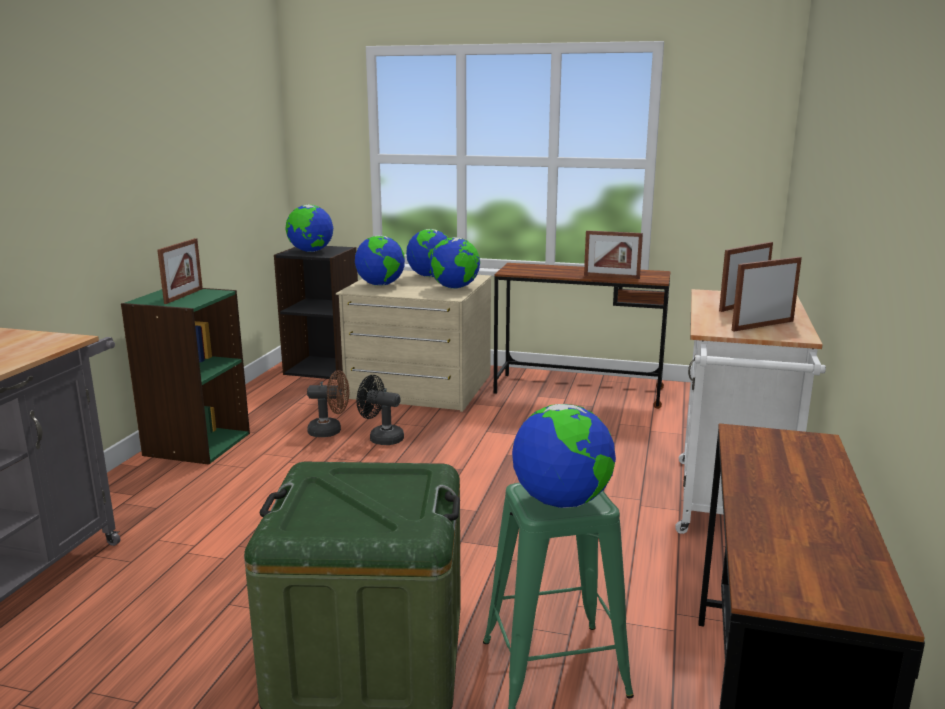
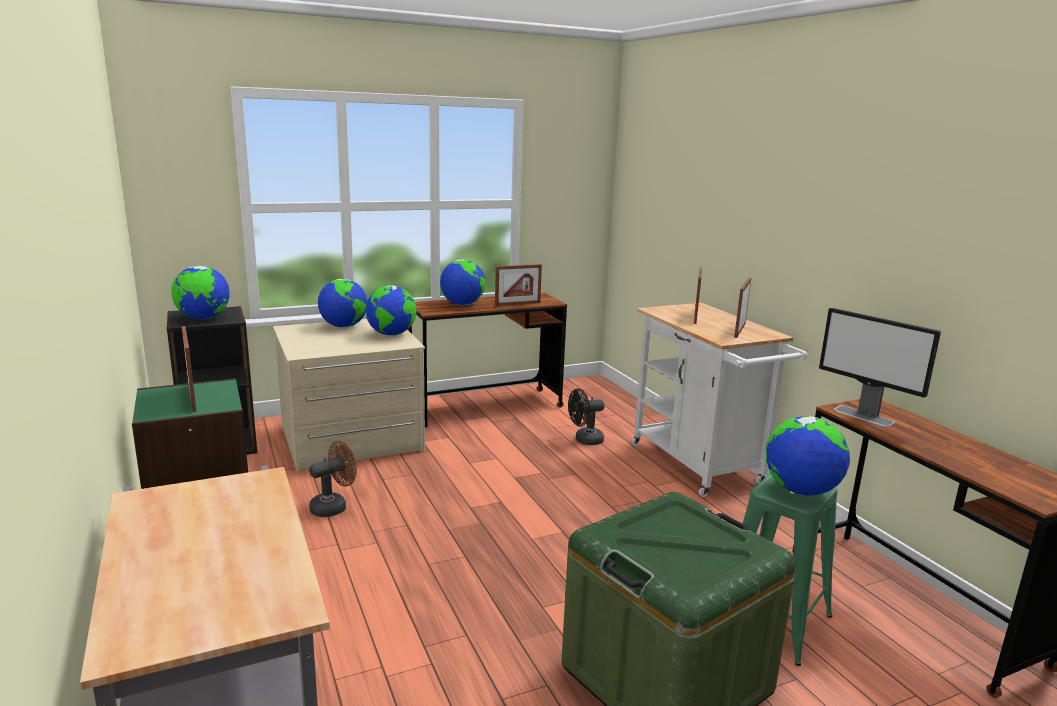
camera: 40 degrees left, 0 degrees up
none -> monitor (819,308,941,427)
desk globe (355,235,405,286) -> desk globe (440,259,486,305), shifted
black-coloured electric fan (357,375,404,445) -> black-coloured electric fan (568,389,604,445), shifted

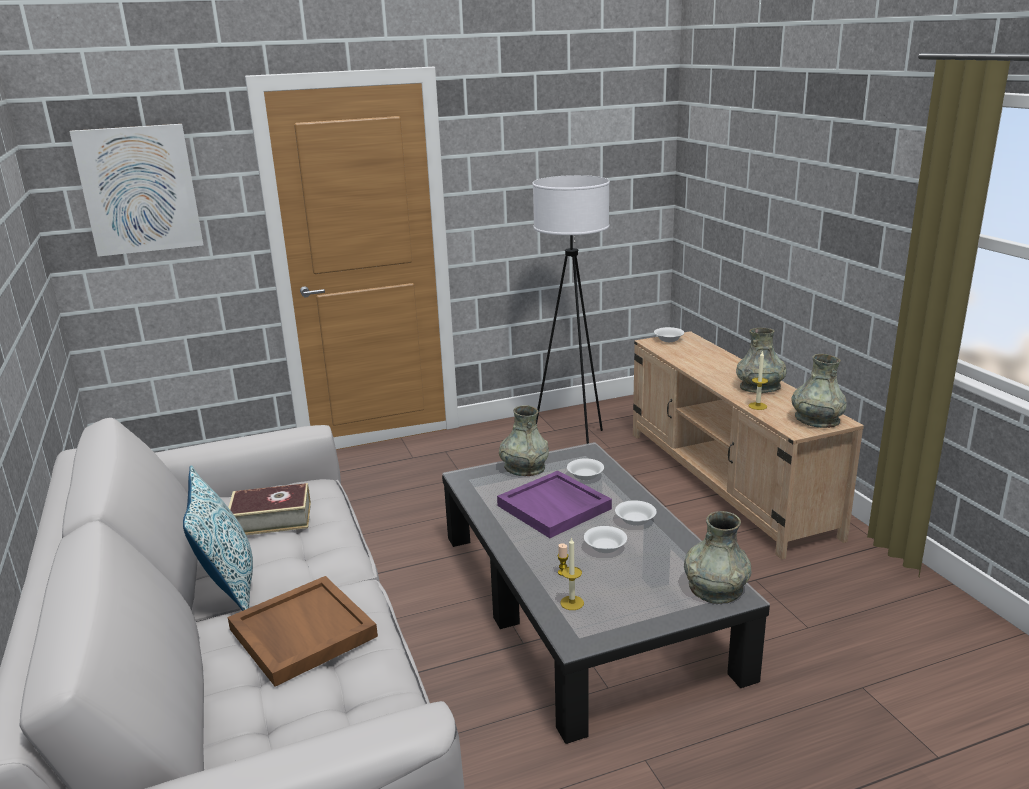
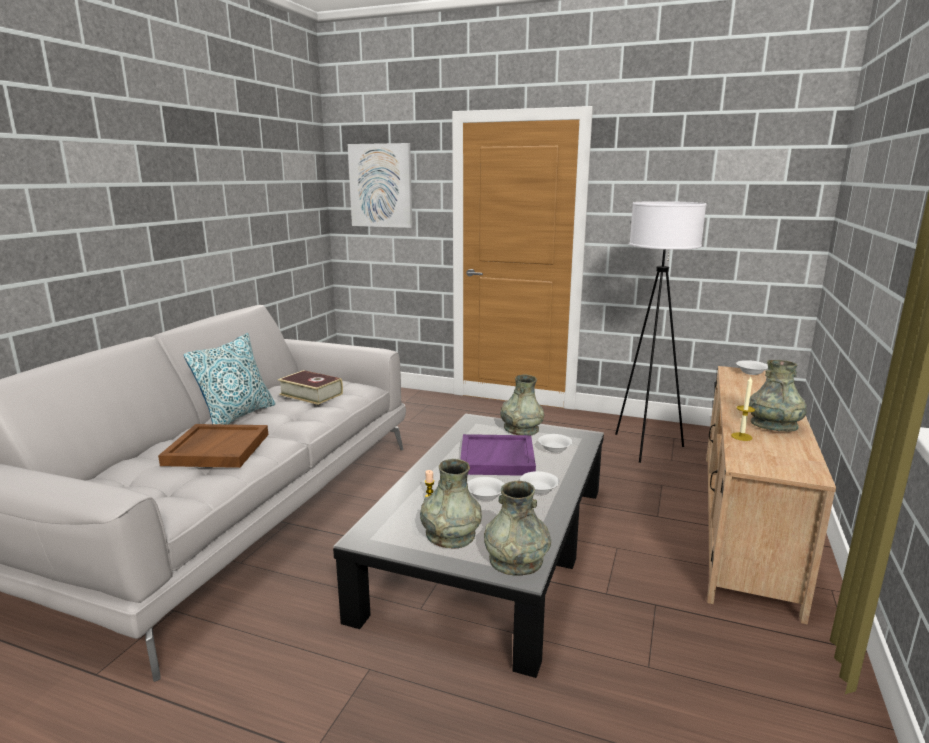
camera: 40 degrees right, 5 degrees down
wax light (560,537,584,610) -> none
gray vase (792,354,847,428) -> gray vase (420,459,482,549), shifted

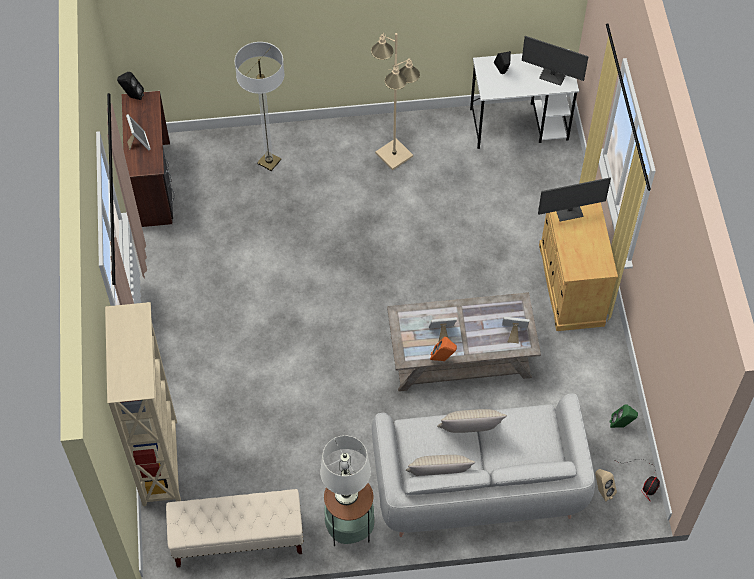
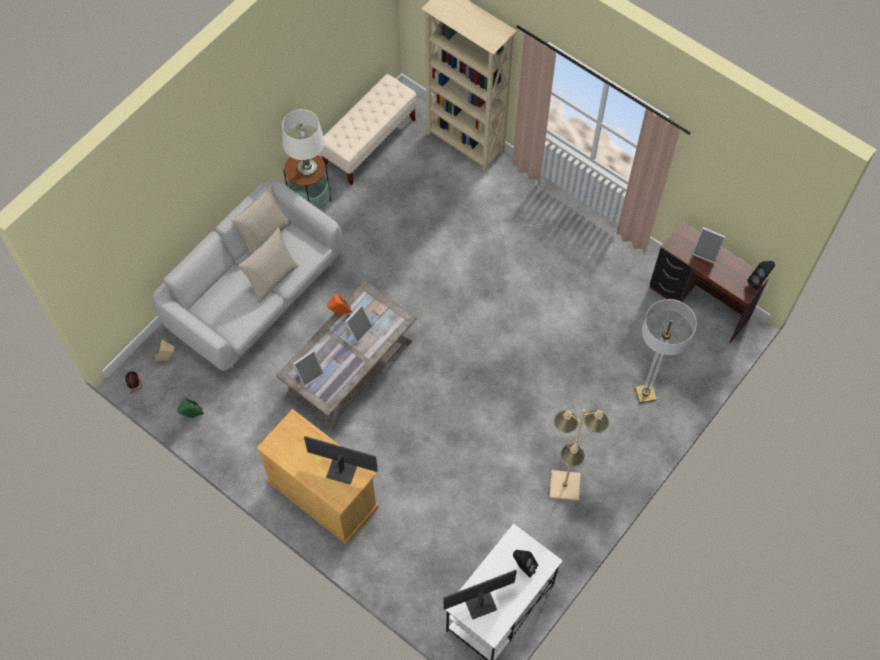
camera: 135 degrees right, 5 degrees up
monitor (538,177,611,221) -> monitor (304,436,378,485), 75 degrees clockwise

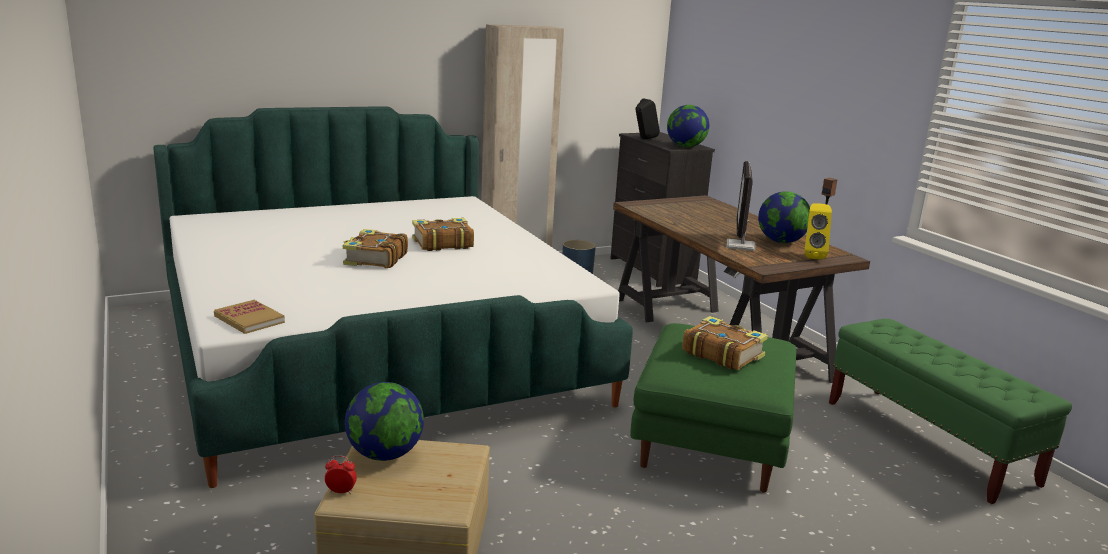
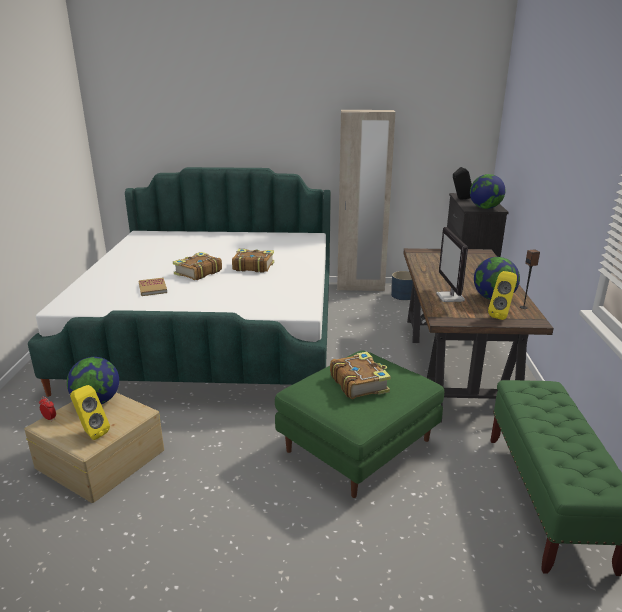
camera: 30 degrees right, 5 degrees up
none -> yellow-coloured audio speaker (70,385,110,440)
book (214,300,285,334) -> book (139,278,167,296), shifted
monitor (726,161,756,251) -> monitor (437,227,468,302), 45 degrees counterclockwise

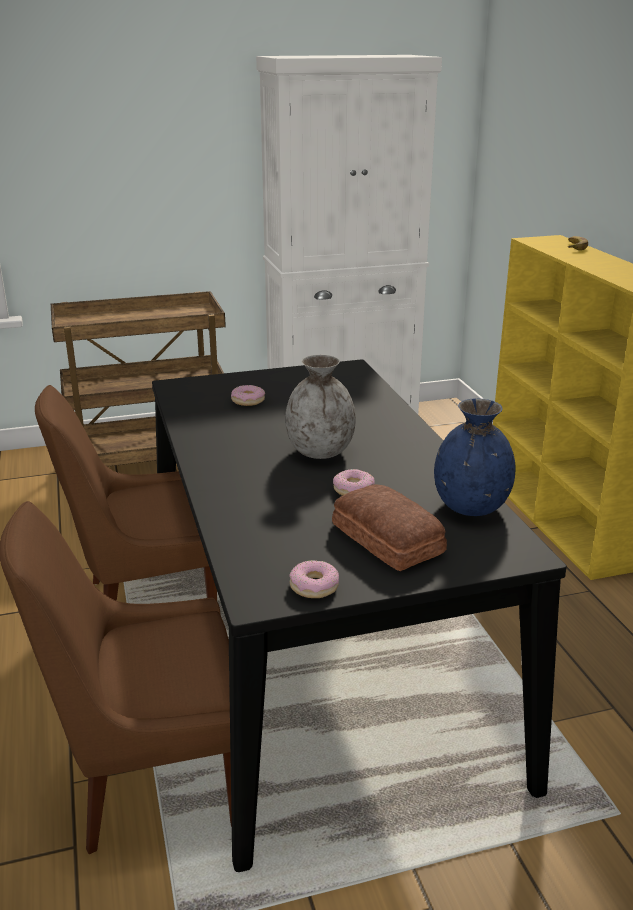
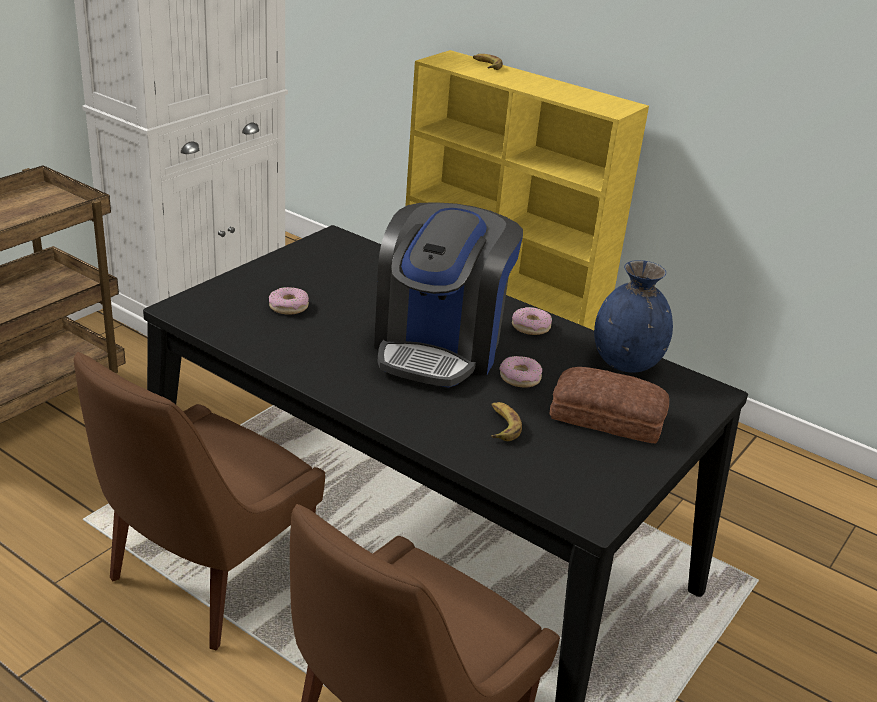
camera: 40 degrees left, 5 degrees up
none -> whole banana (491,402,522,441)
doughnut (289,560,339,598) -> doughnut (512,307,552,335), shifted
gray vase (285,355,356,459) -> coffee machine (374,202,523,388)

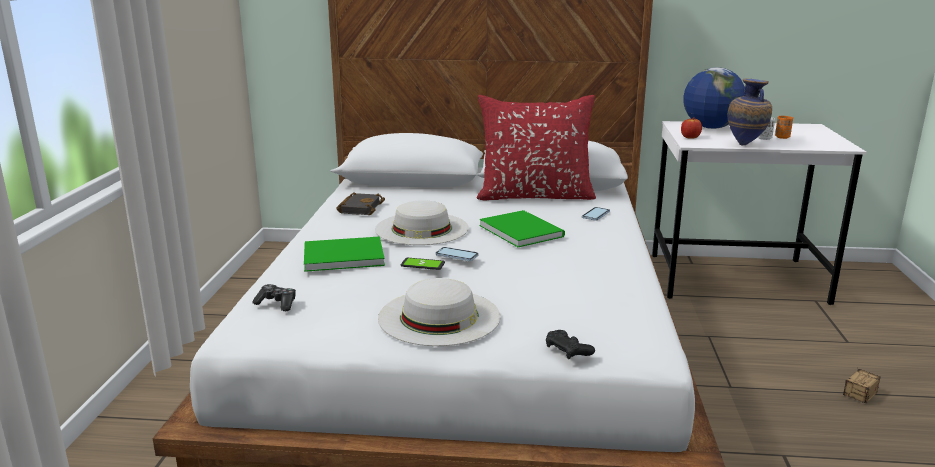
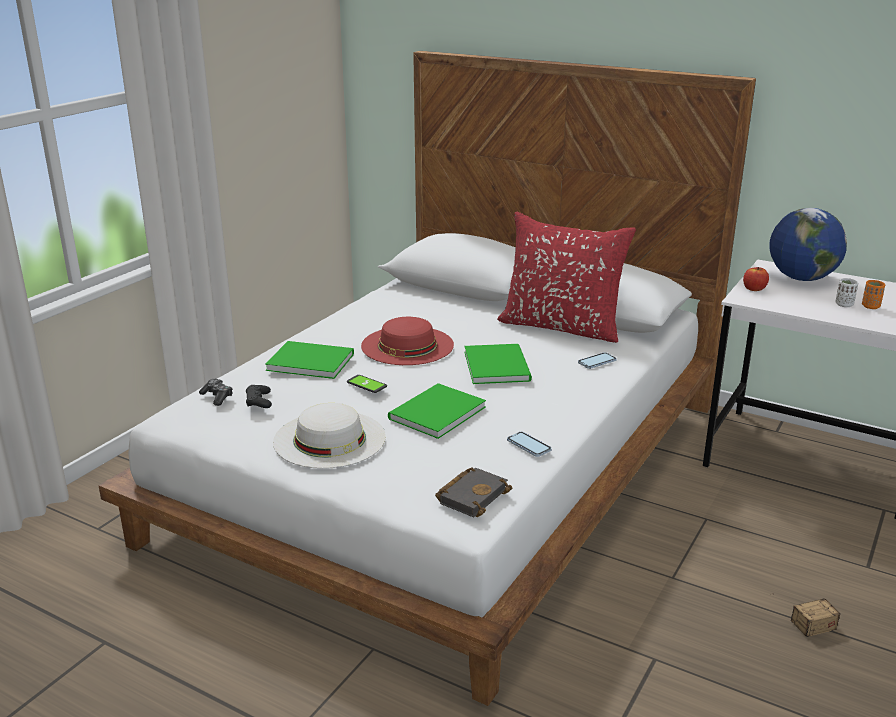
camera: 25 degrees right, 5 degrees up
vase (728,78,772,145) -> none
none -> greenish book (388,383,486,439)
black-coloured book (336,192,385,215) -> black-coloured book (435,467,512,517), shifted
telephone (436,247,479,261) -> telephone (507,432,552,457), shifted
black-coloured gamepad (546,330,595,359) -> black-coloured gamepad (246,385,272,408), shifted
whitish hat (375,200,469,245) -> red hat (361,317,454,365)

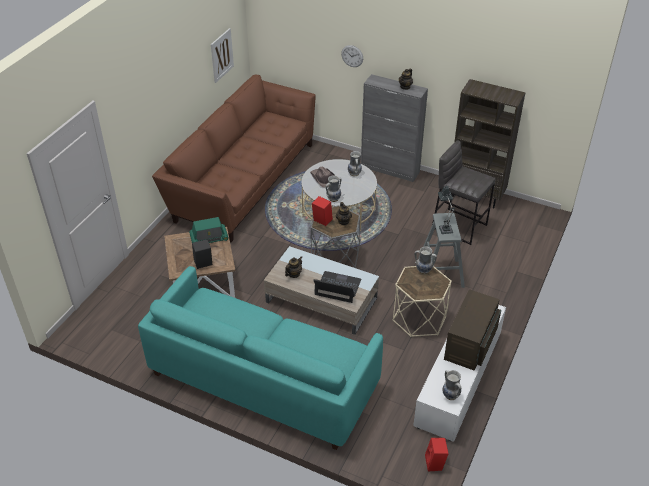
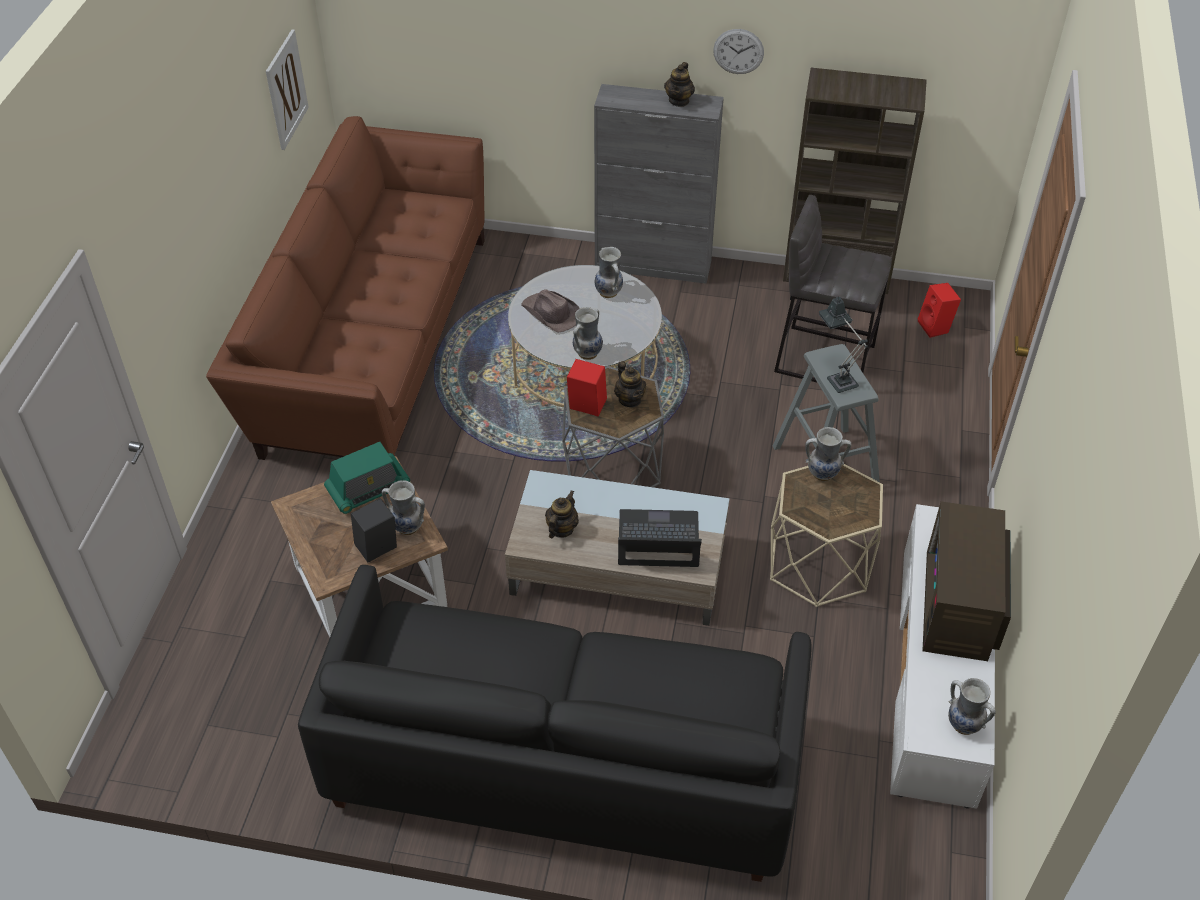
camera: 15 degrees left, 5 degrees up
none -> vase (382,480,425,535)
hanging clock (341,45,363,67) -> hanging clock (713,29,764,74), shifted
red audio speaker (425,438,449,472) -> red audio speaker (918,283,961,338), shifted
turquoise-coloured sofa (138,266,383,450) -> black-coloured sofa (298,565,812,882)

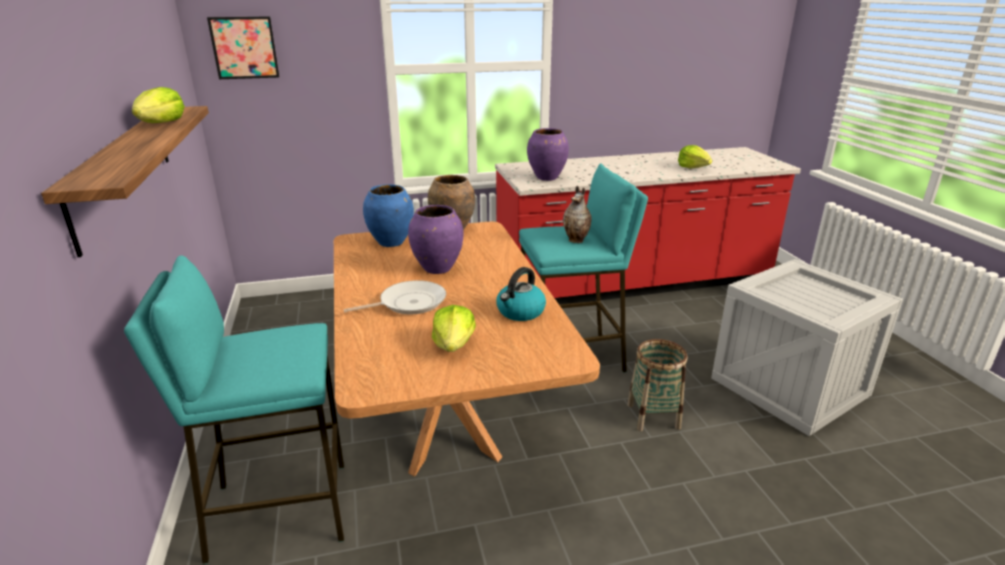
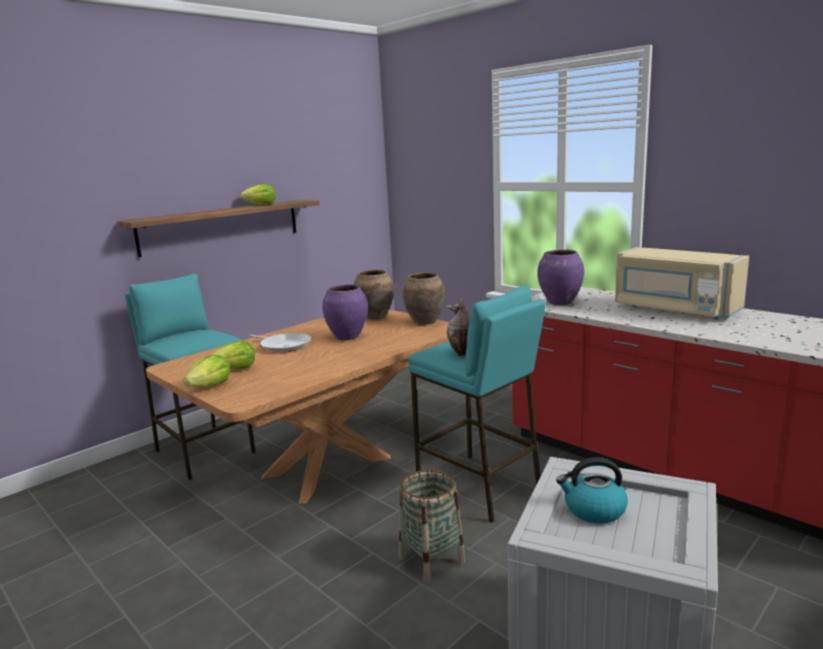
camera: 60 degrees right, 10 degrees down
wall picture (207,17,279,79) -> none
none -> beige microwave oven (615,247,749,319)
kettle (496,267,546,321) -> kettle (556,457,628,524), shifted
lettuce head (678,145,712,169) -> lettuce head (184,354,231,387), shifted
blue-coloured vase (363,184,414,247) -> brownish vase (353,270,394,320)

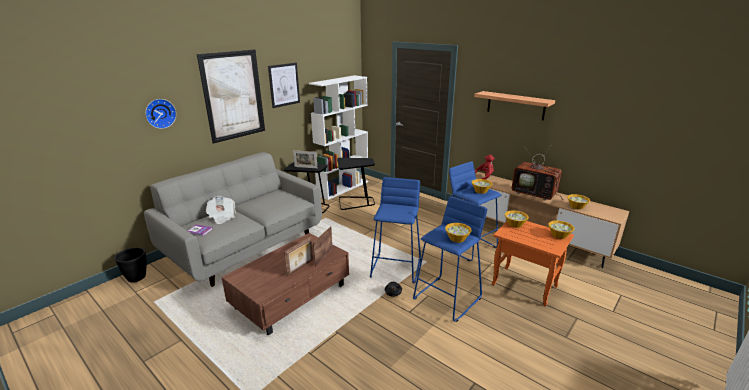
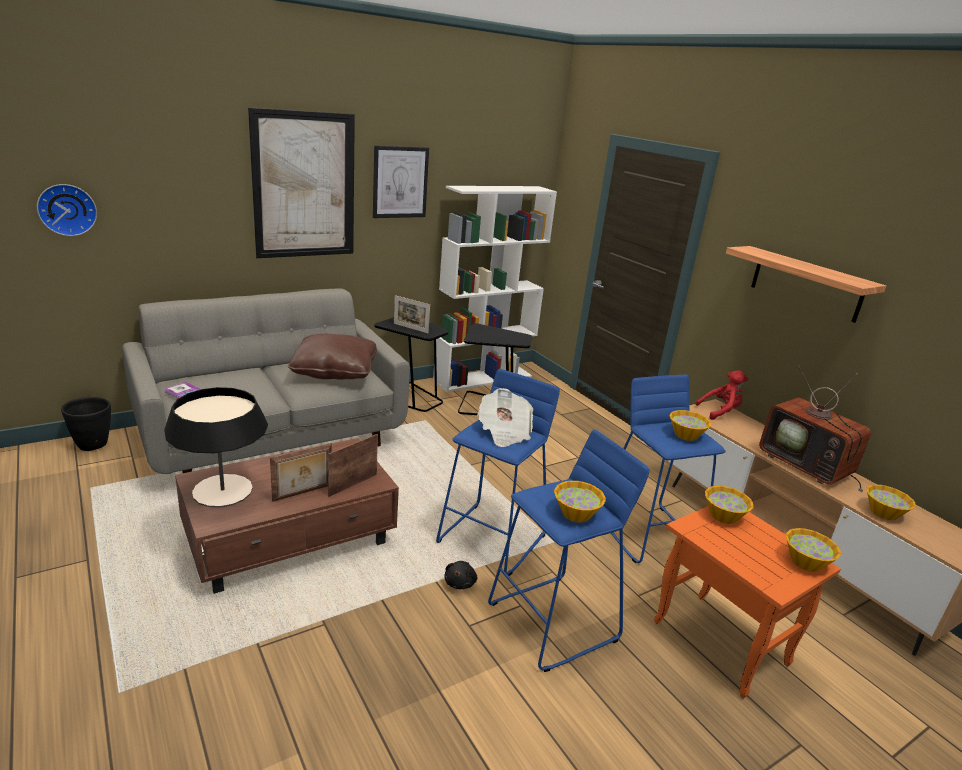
camera: 15 degrees right, 0 degrees up
none -> lamp for a table (164,387,268,508)
none -> brownish pillow (288,334,377,380)
hanging clock (145,99,176,129) -> hanging clock (37,184,97,236), shifted
newspaper (206,196,236,224) -> newspaper (477,388,533,447), shifted

